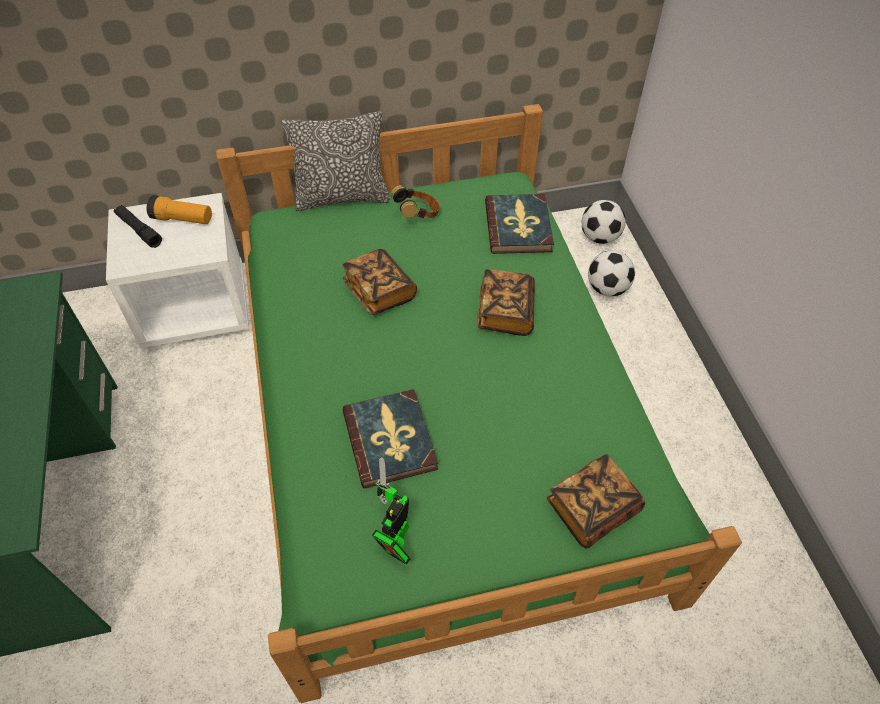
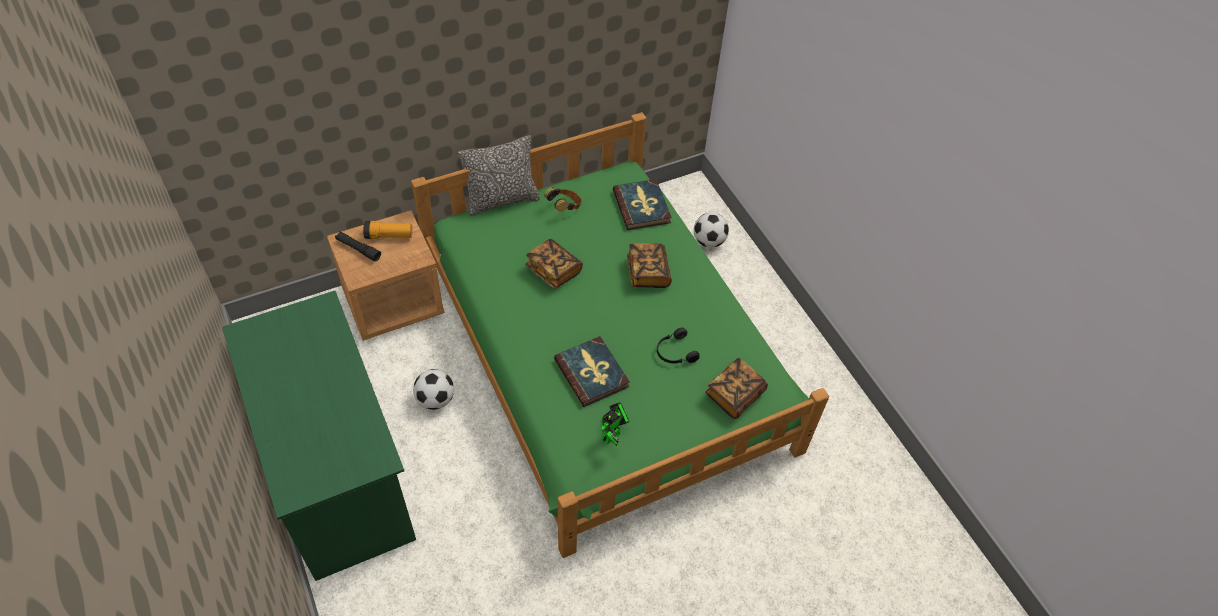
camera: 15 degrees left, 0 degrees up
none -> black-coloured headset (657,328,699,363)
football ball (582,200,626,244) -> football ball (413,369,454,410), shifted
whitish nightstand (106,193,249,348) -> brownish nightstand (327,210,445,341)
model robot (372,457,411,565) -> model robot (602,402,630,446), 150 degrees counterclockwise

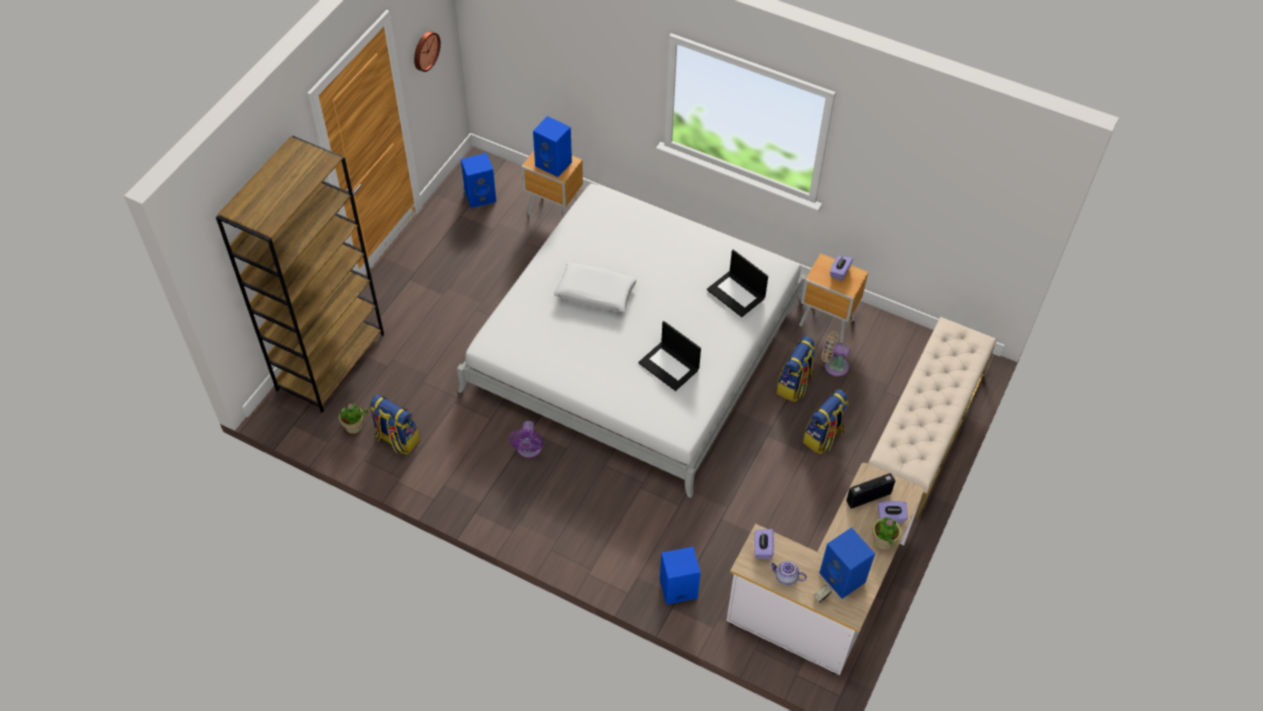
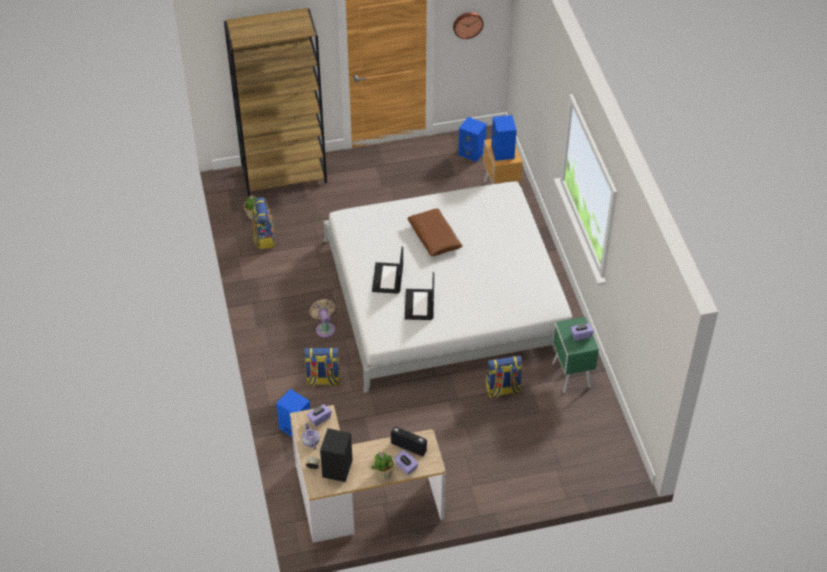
camera: 50 degrees right, 5 degrees down
purplish electric fan (509,421,544,458) -> none
beige long seat (868,317,997,520) -> none
laptop (707,250,768,317) -> laptop (372,247,403,294), shifted
knapsack (803,389,848,454) -> knapsack (304,347,340,387), shifted
beige electric fan (821,331,850,377) -> beige electric fan (310,299,335,338), shifted
whitish pillow (554,263,637,312) -> brownish pillow (407,208,463,256)
brownish nightstand (799,253,868,343) -> greenish nightstand (552,317,599,393)
blue-coloured audio speaker (819,527,875,599) -> black-coloured audio speaker (320,428,353,482)

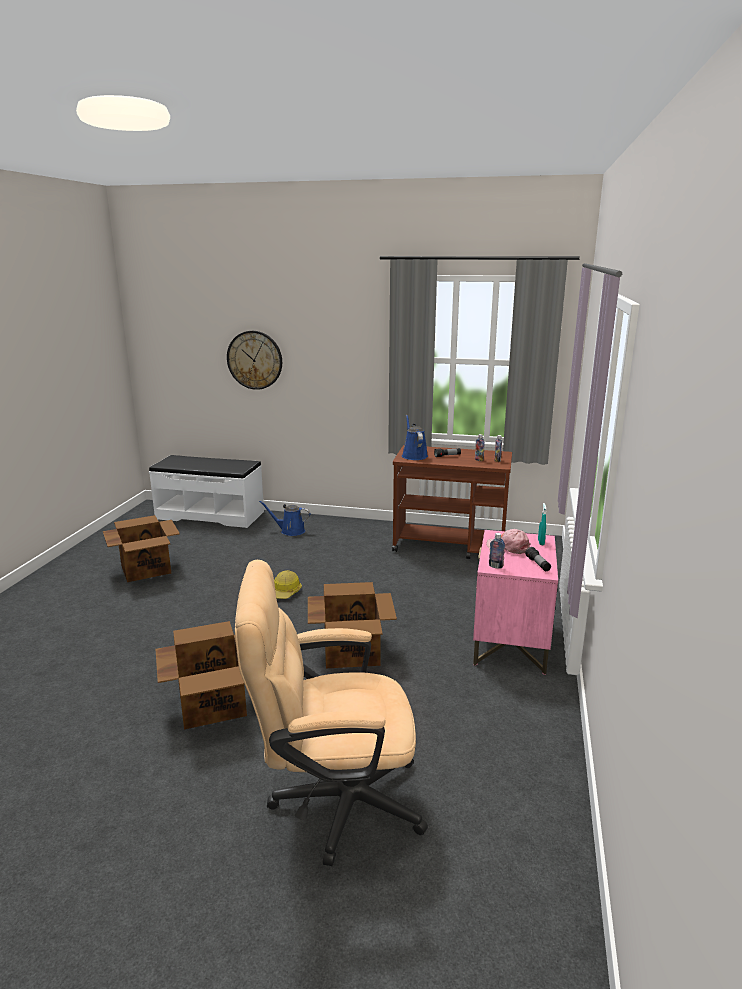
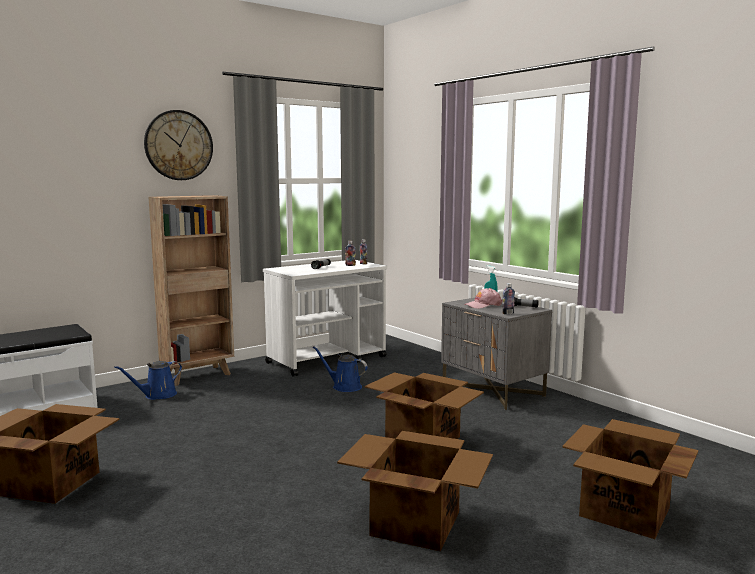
camera: 50 degrees left, 10 degrees down
work helmet (274,570,302,599) -> none
none -> brownish bookcase (149,195,234,386)
hanging clock (227,331,282,390) -> hanging clock (144,110,213,180), shifted
blue-coloured watering pot (402,415,428,460) -> blue-coloured watering pot (313,346,368,392), shifted
beige desk chair (235,560,428,866) -> cardboard box (562,419,699,539)
brownish wheeled cart (392,445,512,559) -> whitish wheeled cart (263,260,387,377)
pinkish nightstand (473,530,558,675) -> gray nightstand (441,298,552,410)

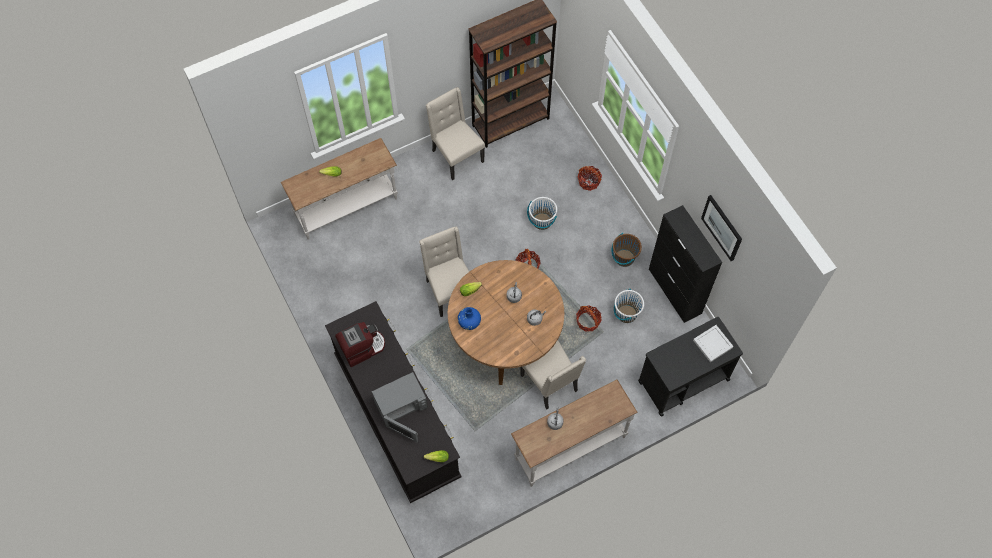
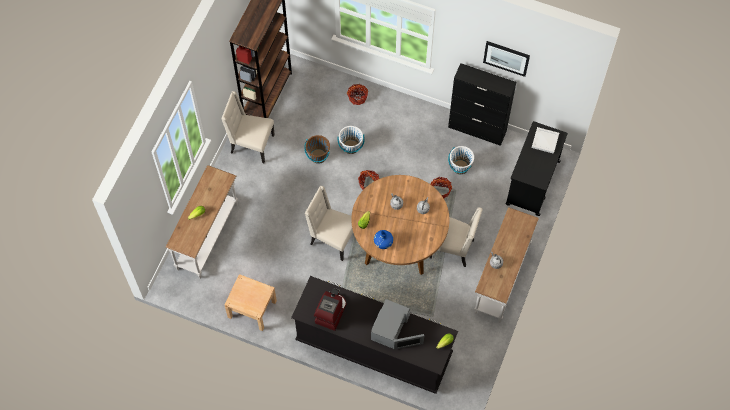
camera: 40 degrees left, 0 degrees up
none -> beige nightstand (224,274,277,331)
brownish pail (612,233,642,267) -> brownish pail (304,135,330,164), shifted

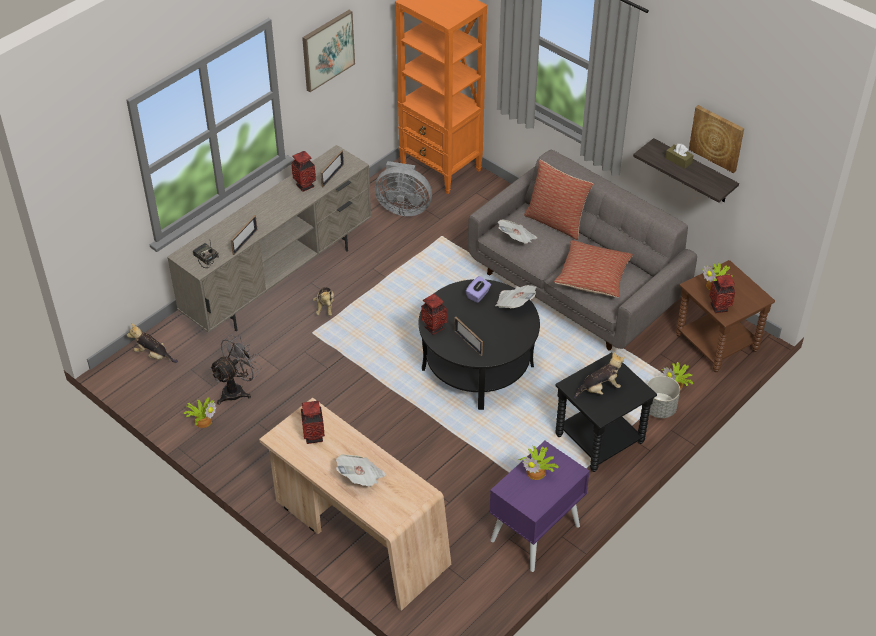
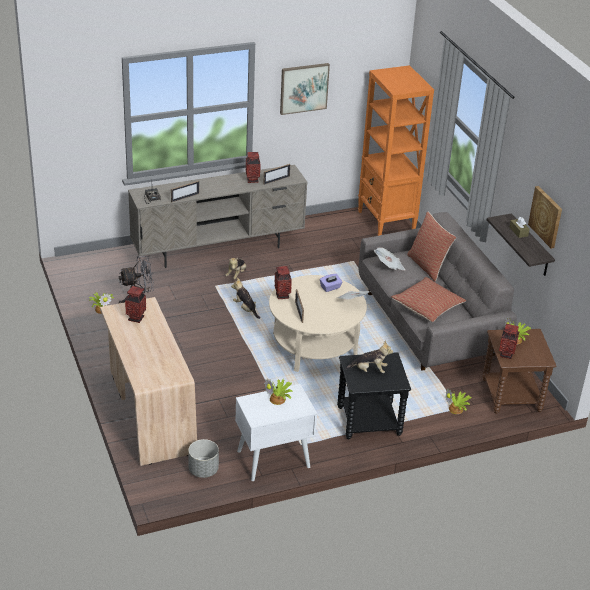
camera: 25 degrees right, 10 degrees down
newspaper (336,454,386,487) -> none
gray electric fan (375,161,432,216) -> none
plush toy (127,323,178,363) -> plush toy (231,278,260,319), shifted
gray planter (647,376,680,418) -> gray planter (188,439,219,478), shifted
black-coloured lounge table (419,279,540,410) -> beige lounge table (269,275,367,372)
purplish nightstand (489,441,590,572) -> whitish nightstand (235,384,317,481)

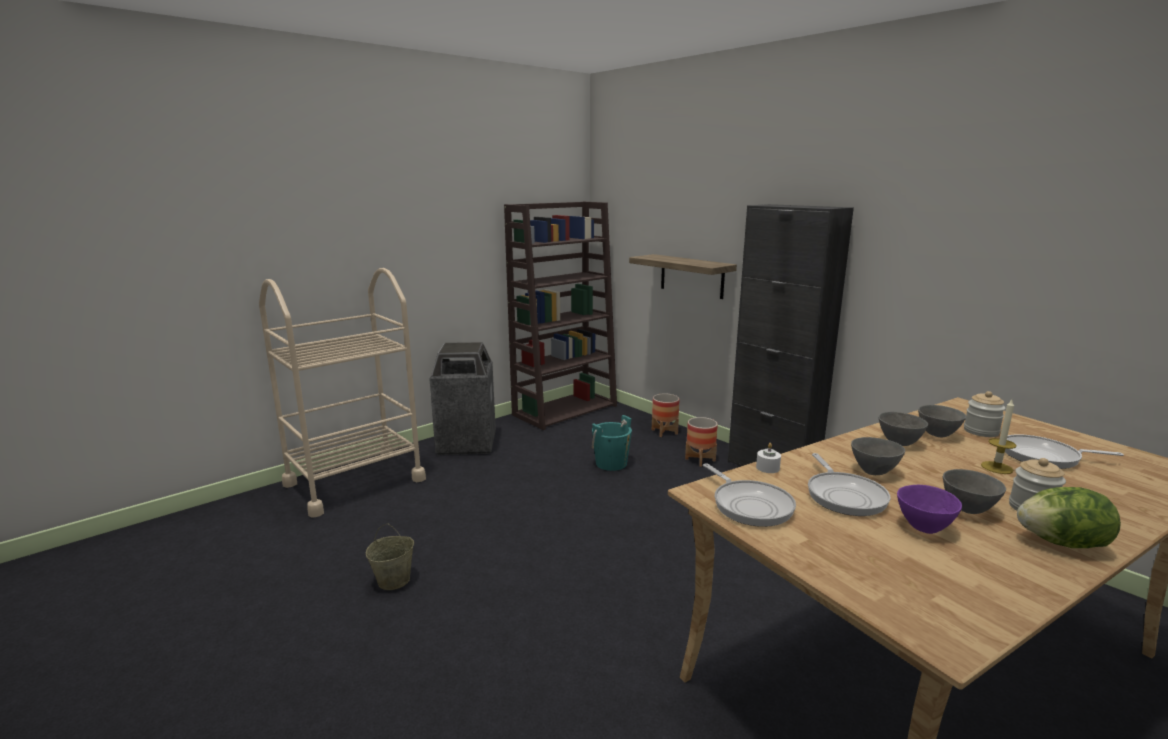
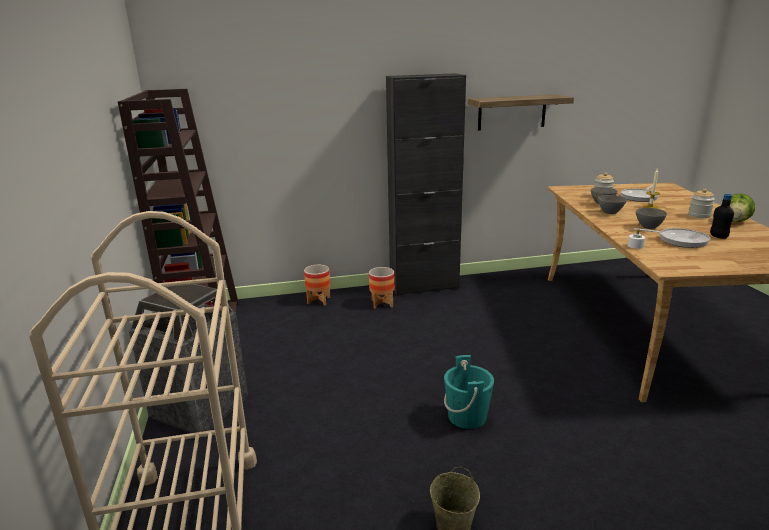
camera: 60 degrees left, 5 degrees up
skillet (703,463,796,527) -> none
gray deep dish (943,469,1006,514) -> none
turquoise-coloured pail (592,415,632,471) -> turquoise-coloured pail (444,355,494,429), shifted
shelf (629,254,737,299) -> shelf (468,94,574,131), shifted
purplish deep dish (897,485,962,534) -> black-coloured beverage bottle (710,194,734,239)

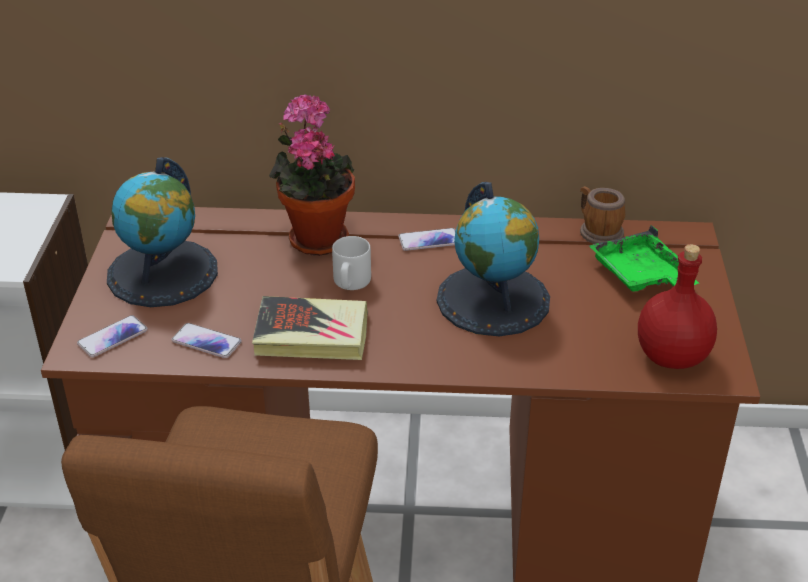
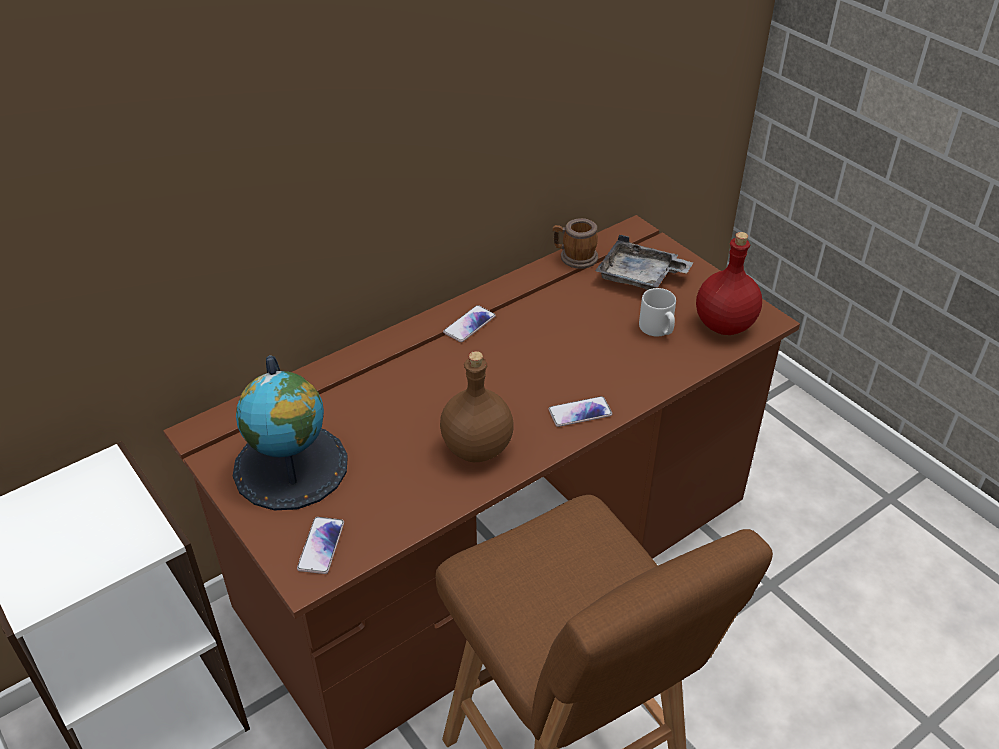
camera: 40 degrees left, 5 degrees up
plant in a pot (269,94,355,256) -> none
desk globe (437,182,550,336) -> none
telephone (171,323,242,358) -> telephone (548,396,612,427), shifted
gray tea mug (332,236,371,290) -> gray tea mug (639,288,676,336), shifted
book (252,296,368,360) -> brownish beverage bottle (440,351,514,462)
greenish tray (589,225,699,292) -> gray tray (595,234,693,290)

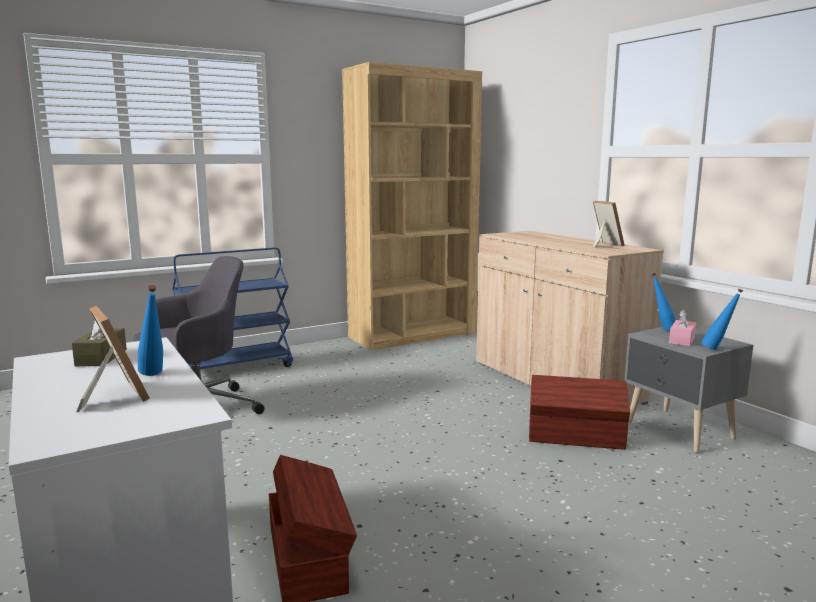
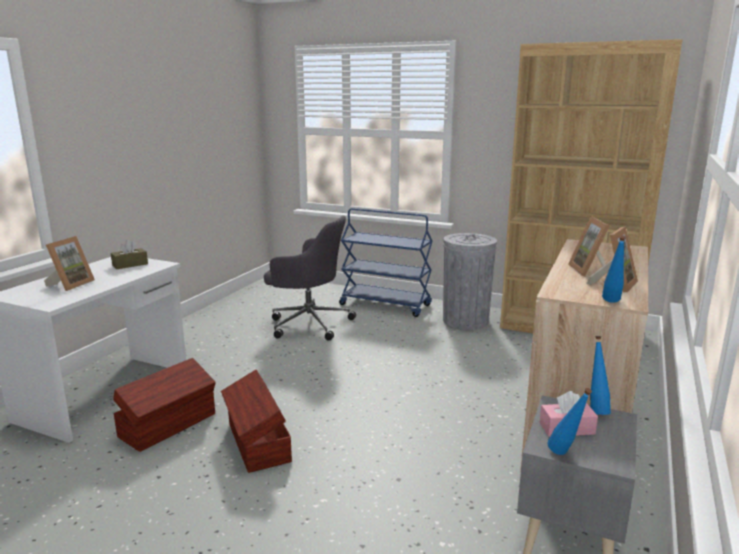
camera: 55 degrees right, 5 degrees up
none -> gray trash can (443,233,497,330)
none -> photo frame (568,216,609,276)
blue-coloured beverage bottle (138,285,163,376) -> blue-coloured beverage bottle (602,235,626,303), shifted
brownish storage box (529,375,630,450) -> brownish storage box (221,370,292,473), shifted

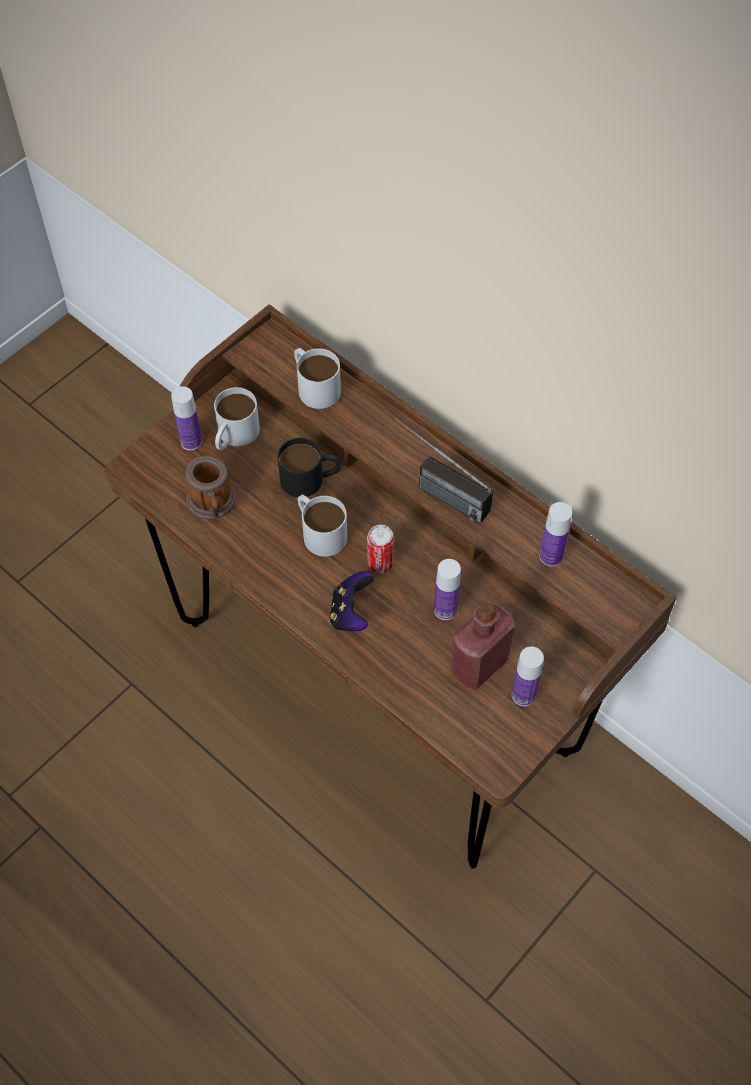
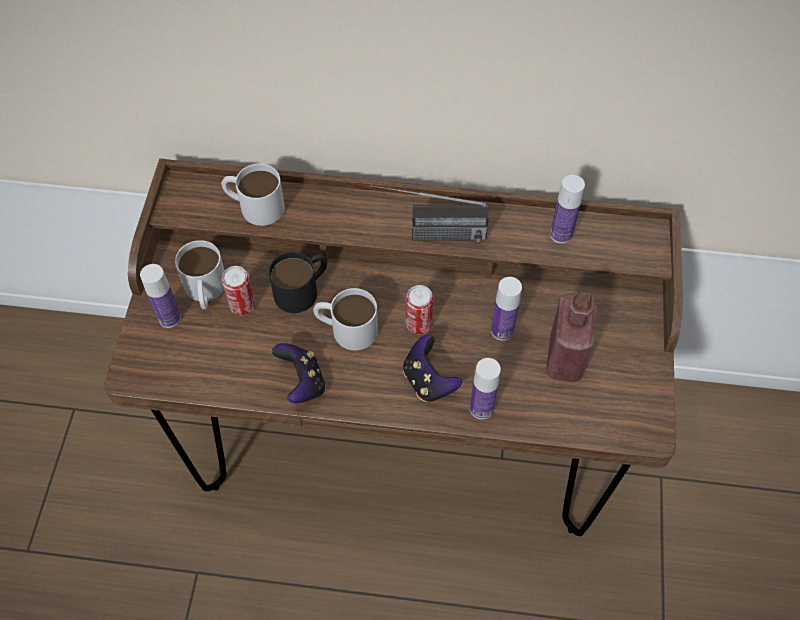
camera: 35 degrees left, 0 degrees up
tea mug (185,456,236,520) -> none
none -> can (222,266,255,315)
none -> gamepad (272,343,326,403)
beverage bottle (512,646,544,706) -> beverage bottle (470,358,501,419), shifted

